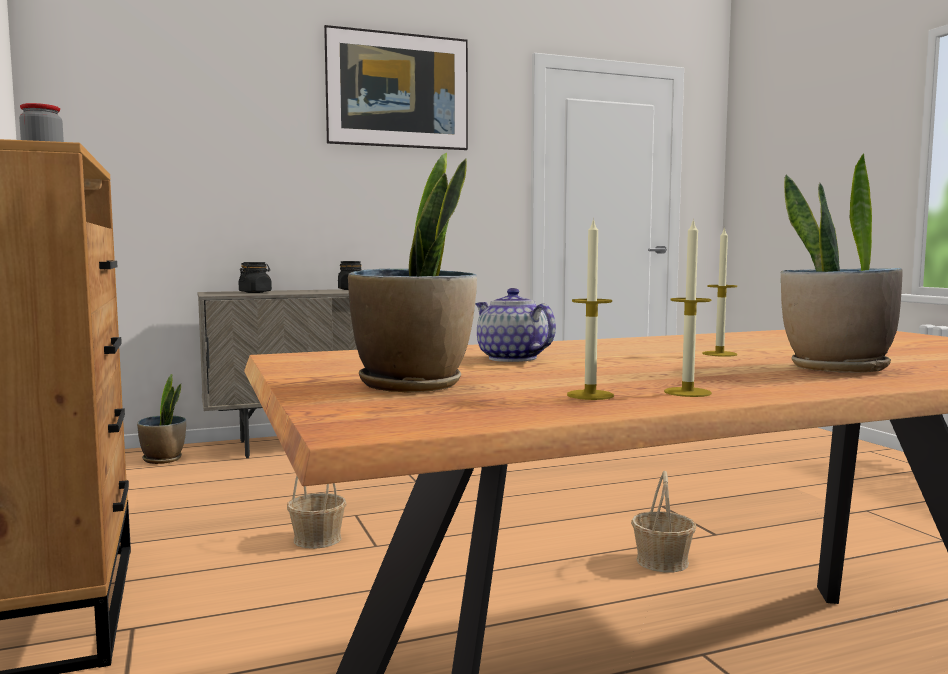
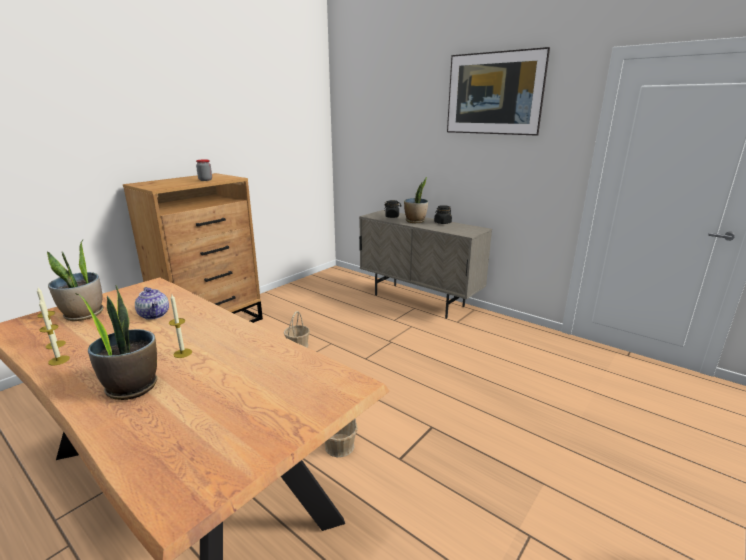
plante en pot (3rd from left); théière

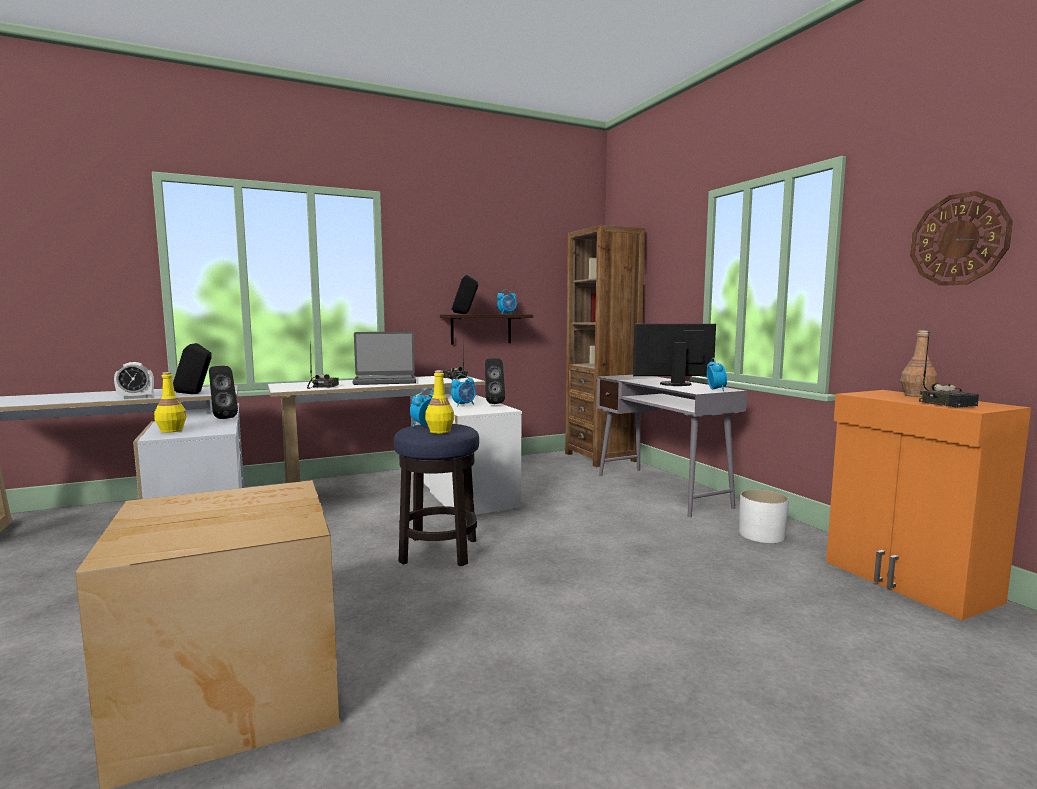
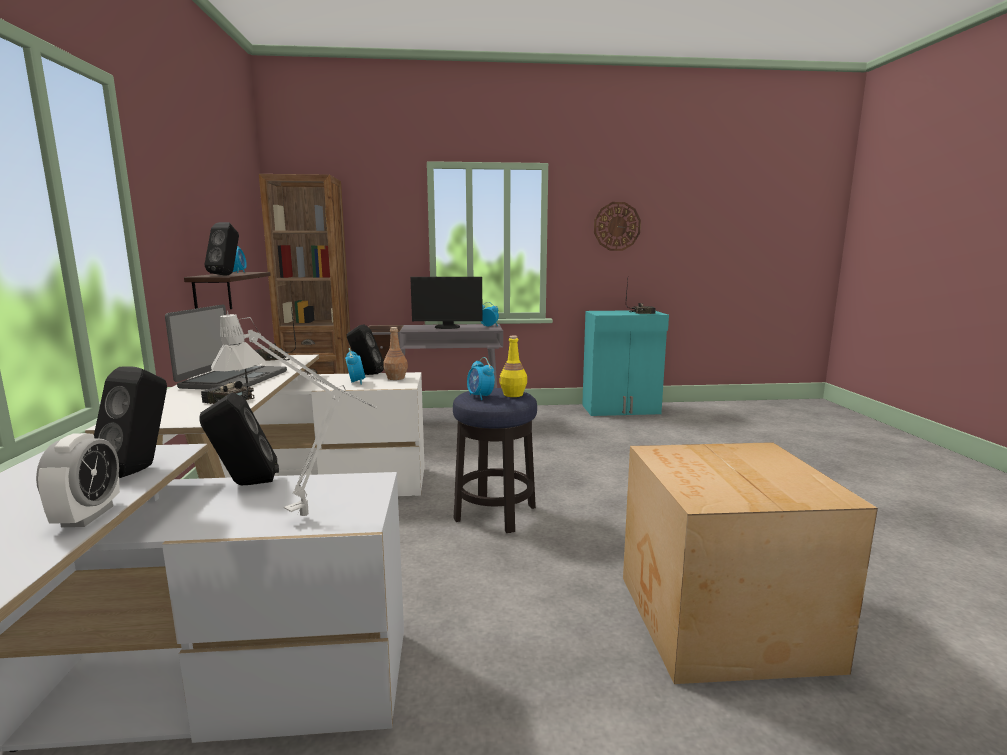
lampe de table [gris]; écran d'ordinateur; cache-pot [blanc]; meuble de rangement [turquoise]; bouteille [marron]

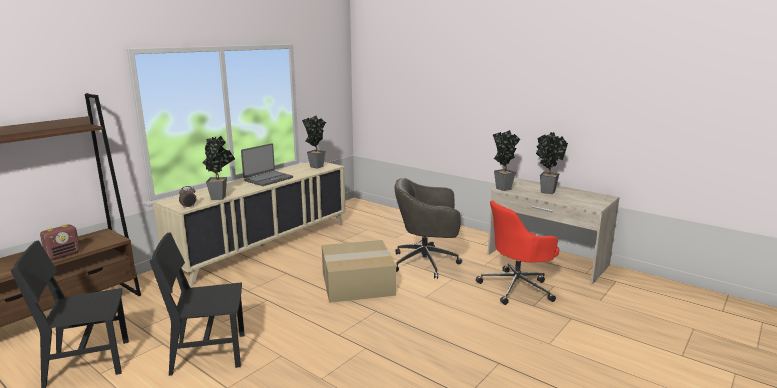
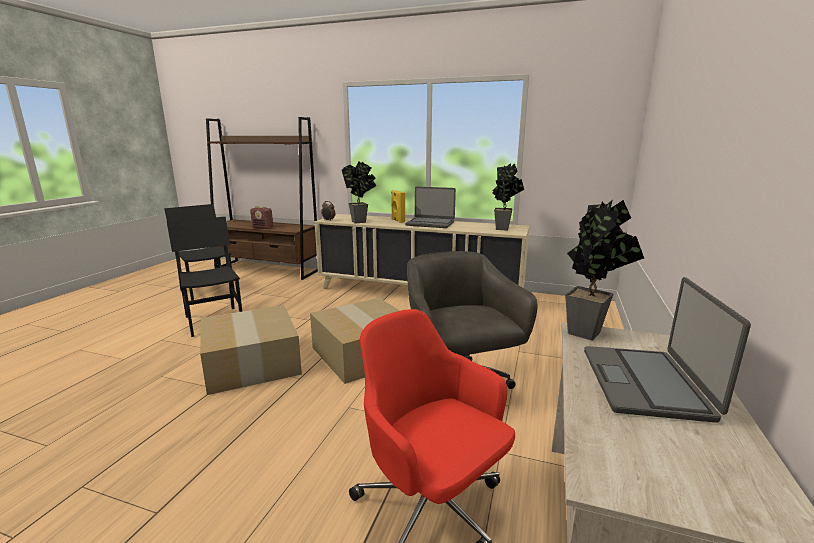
ordinateur portable (2nd from left); carton (1st from left); enceinte [jaune]

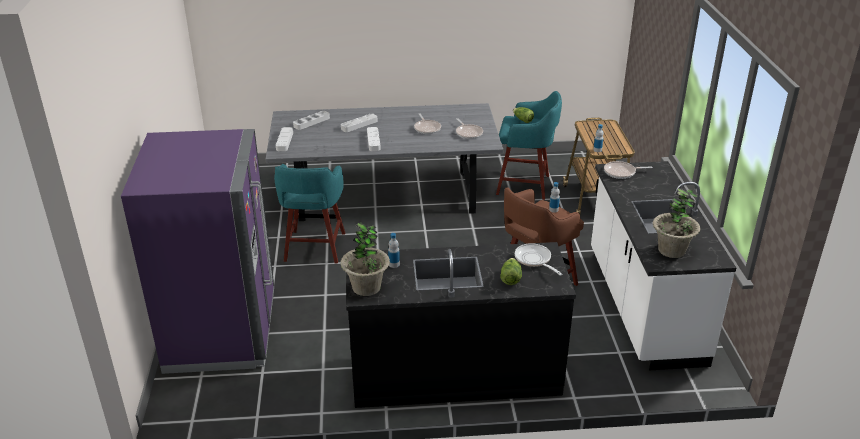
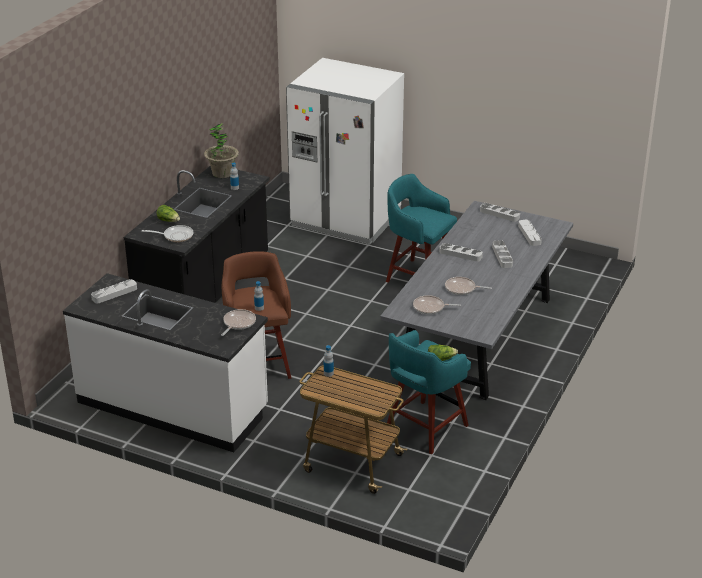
réfrigérateur [blanc]; plateau [gris] (1st from left)

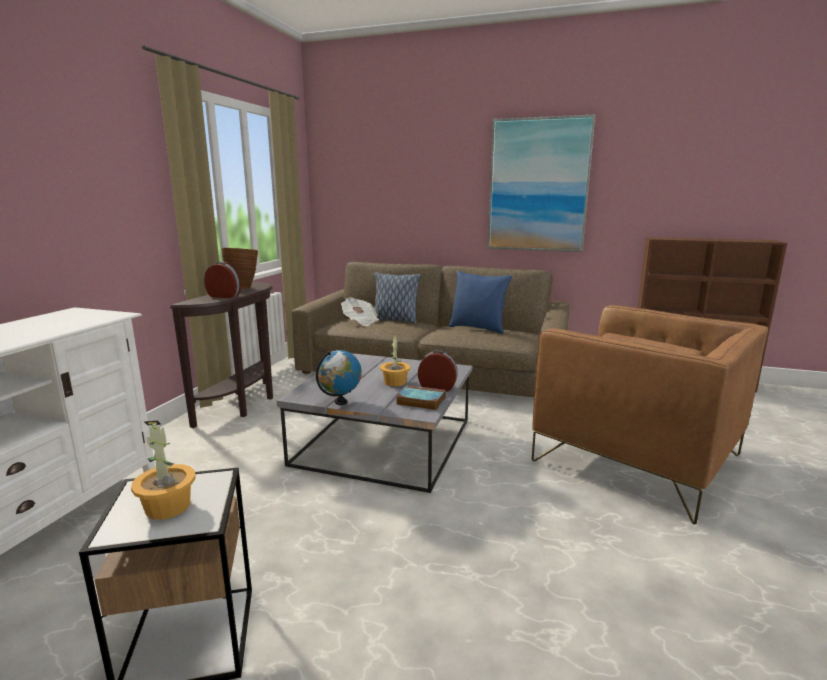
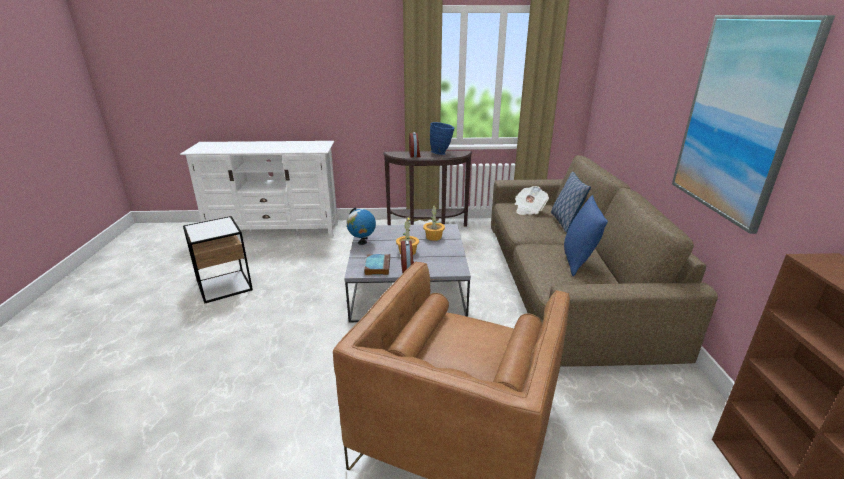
plante en pot (2nd from left); vase [bleu]

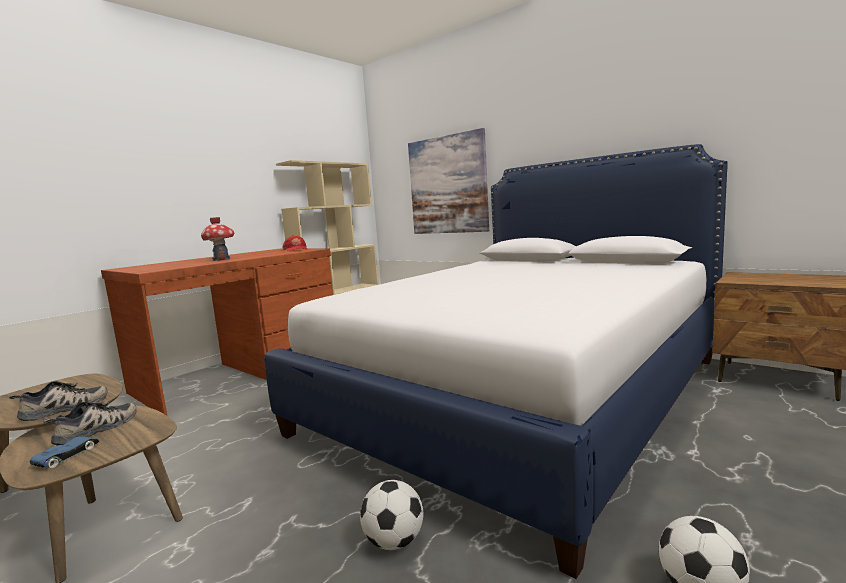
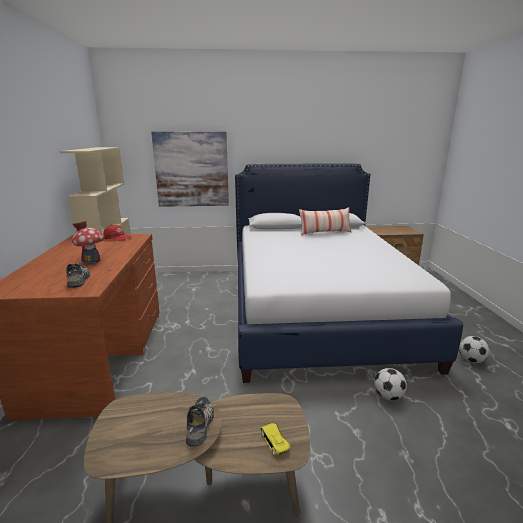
petite voiture [jaune]; chaussure (1st from left); coussin

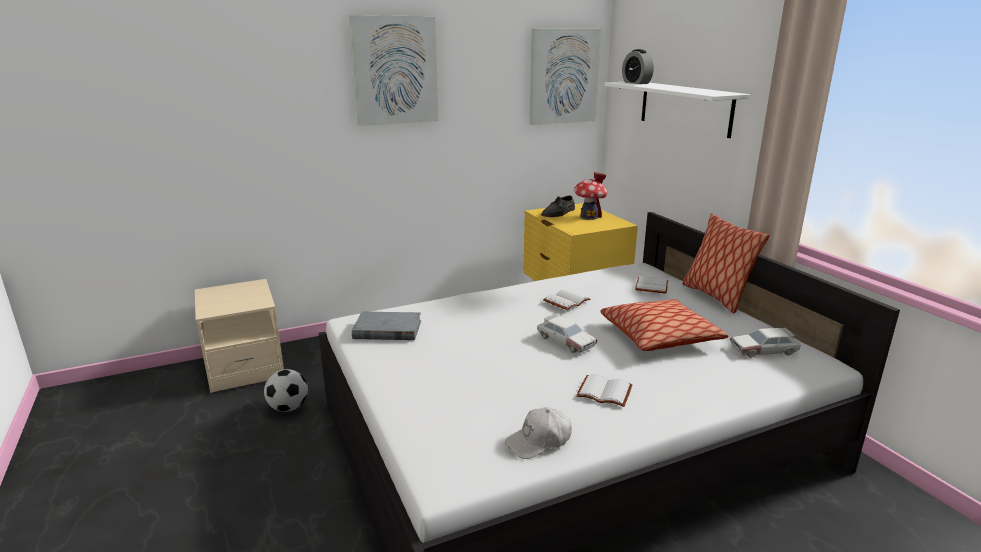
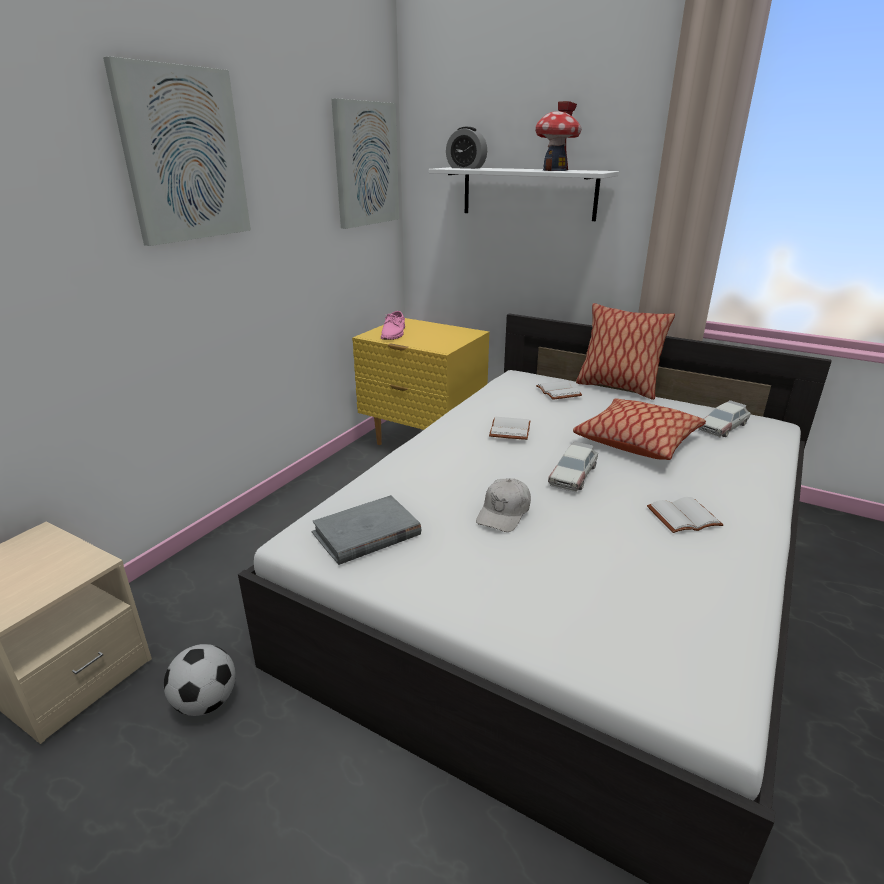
casquette [blanc]; petite voiture (1st from left); chaussure [rose]; maison miniature

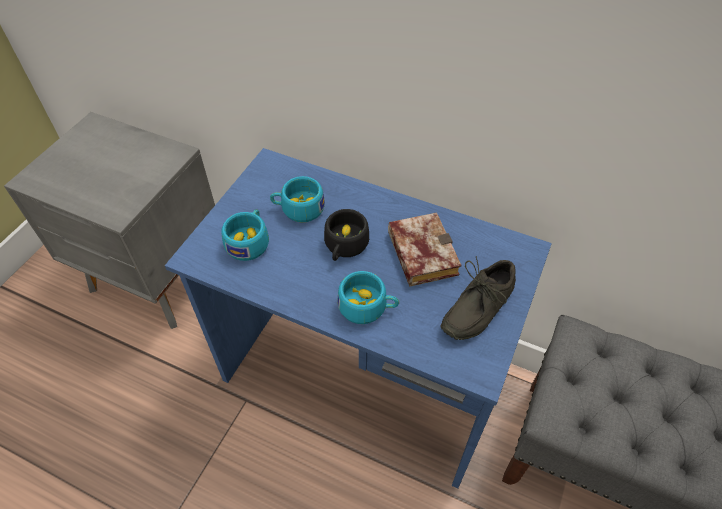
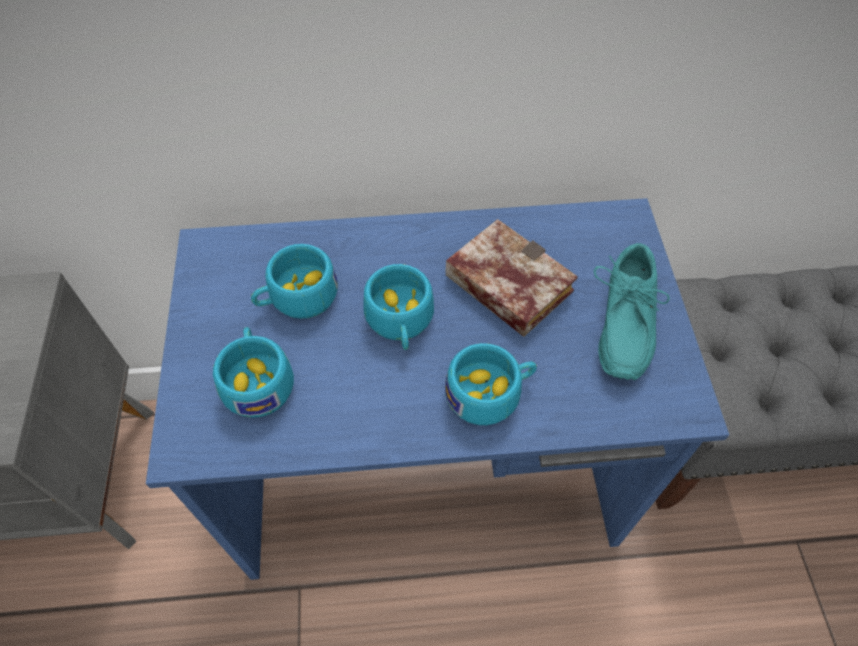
tasse [turquoise] (3rd from left); chaussure [turquoise]

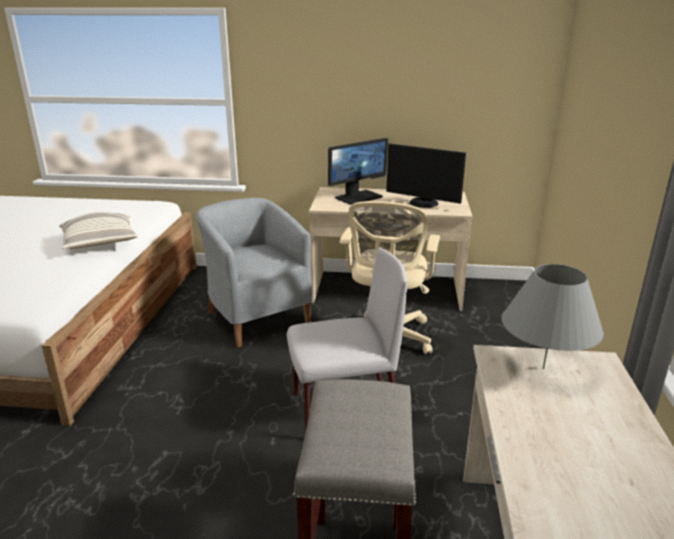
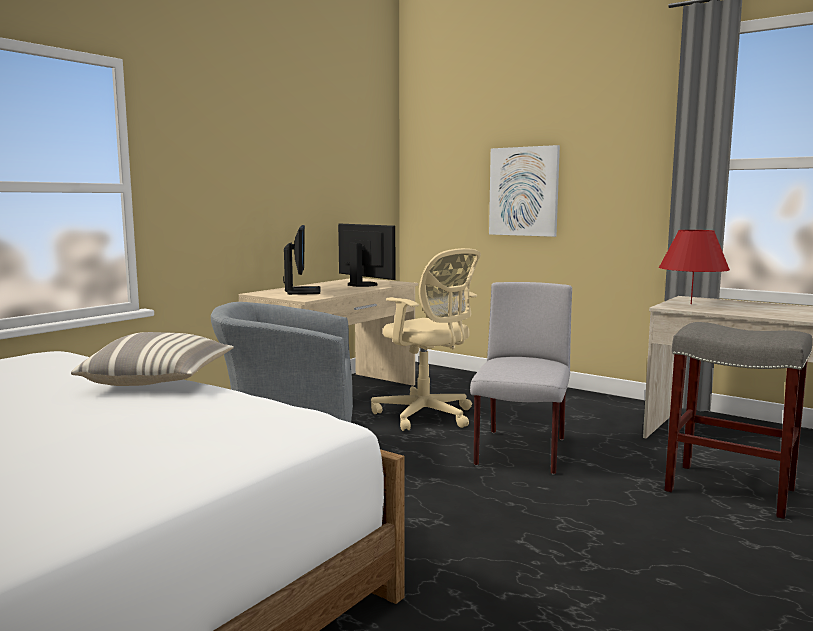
écran d'ordinateur (2nd from left); lampe de table [rouge]; tableau

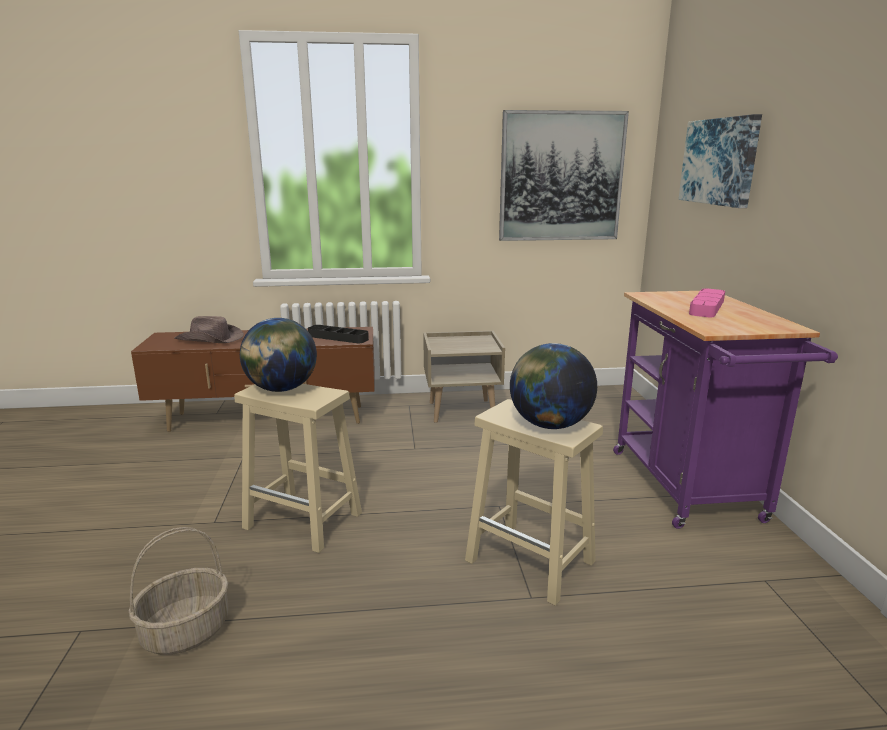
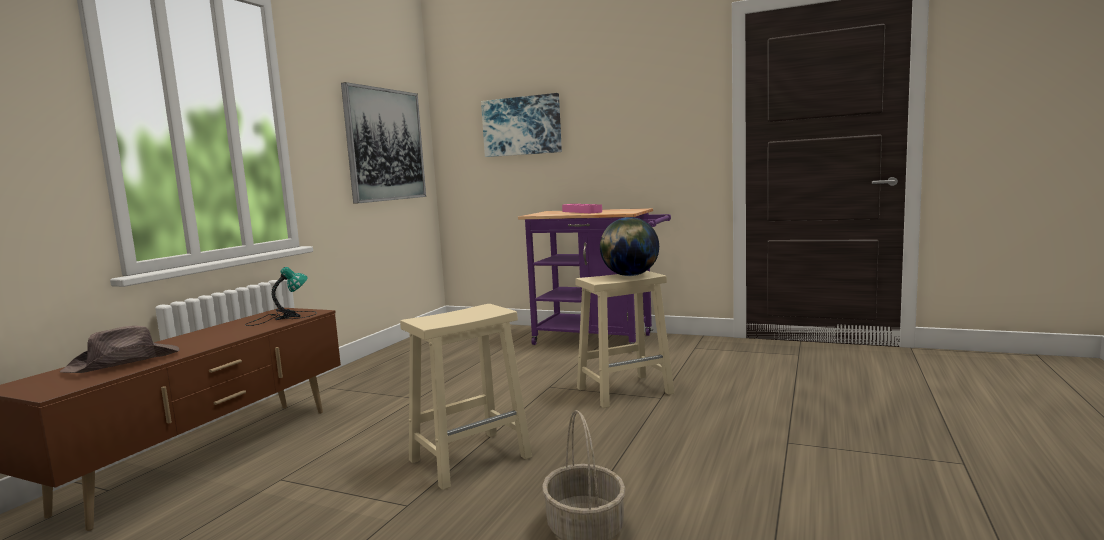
globe (1st from left in the first image); lampe de table; table de chevet [beige]

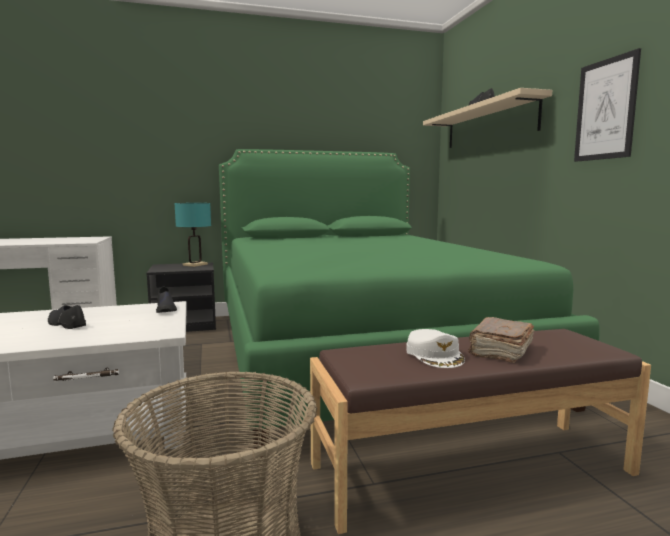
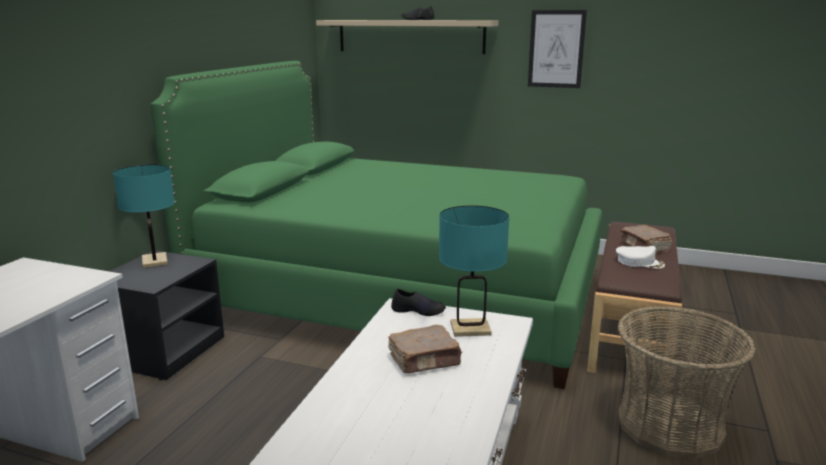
livre [marron] (1st from left); lampe de table [turquoise] (2nd from left)

